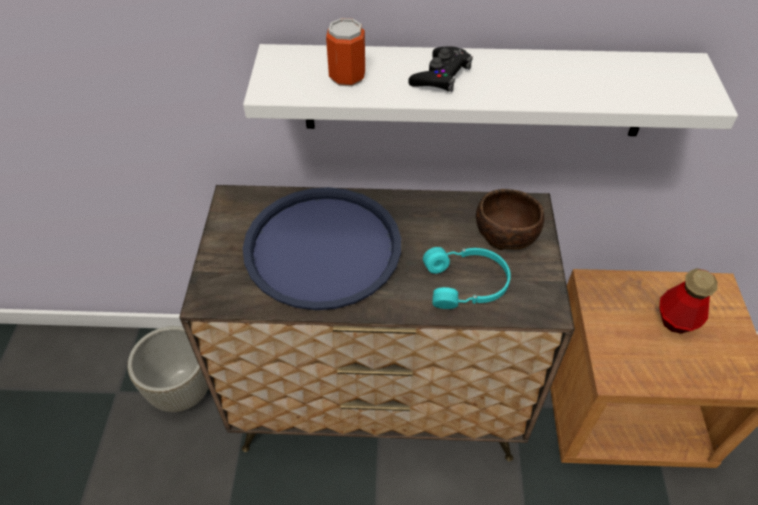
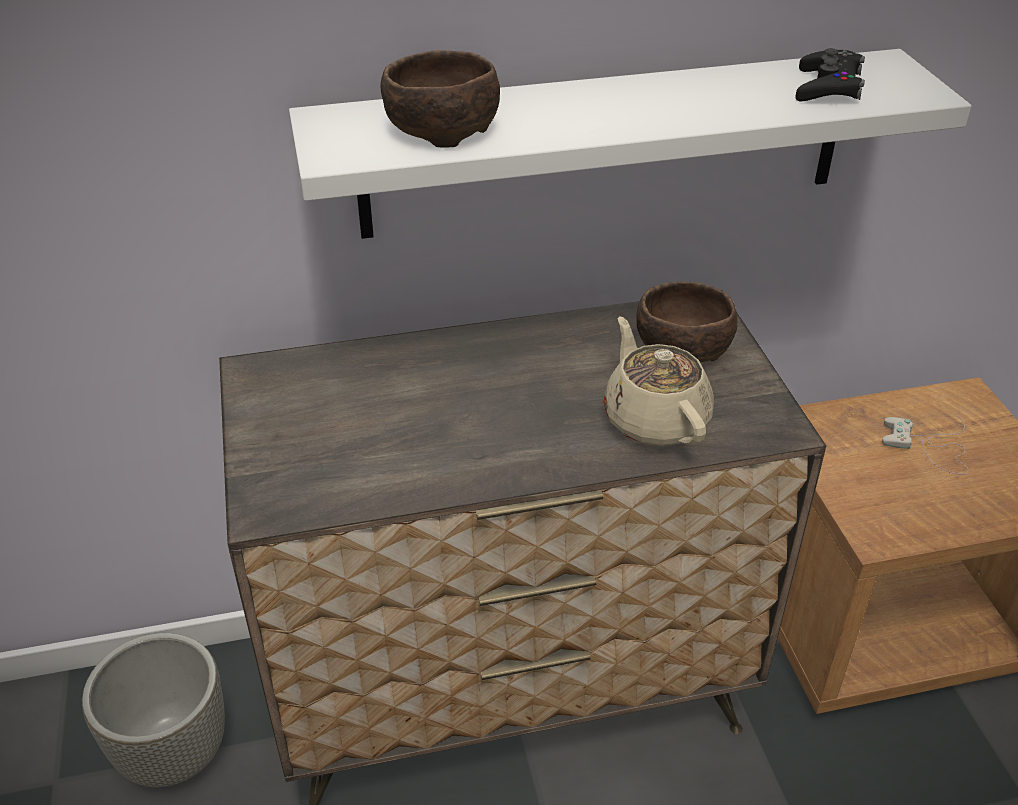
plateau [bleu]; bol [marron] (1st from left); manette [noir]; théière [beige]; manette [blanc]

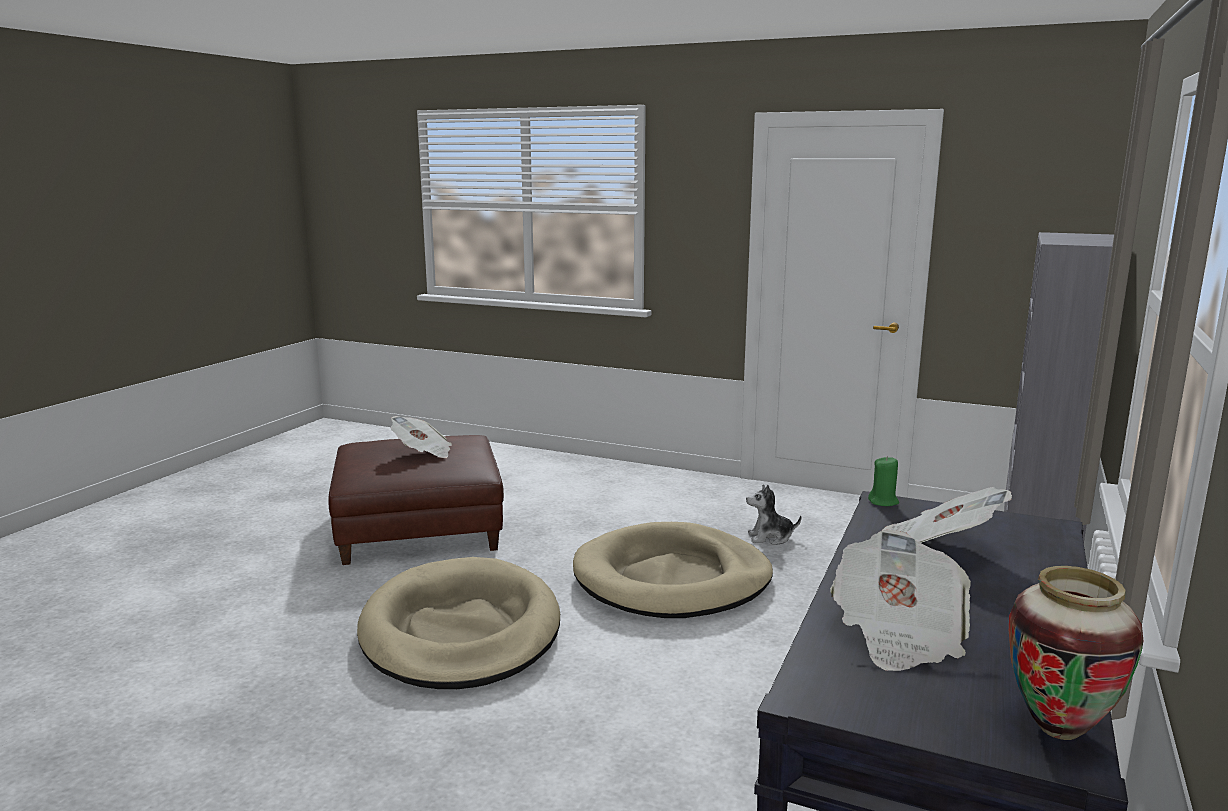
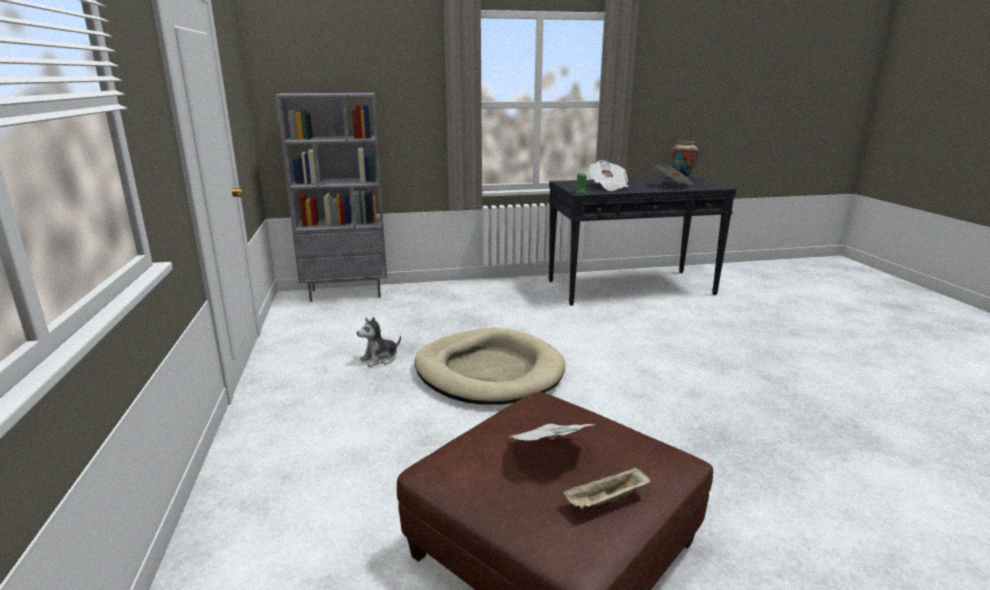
panier pour chien [beige] (1st from left in the first image); peluche; plateau [beige]

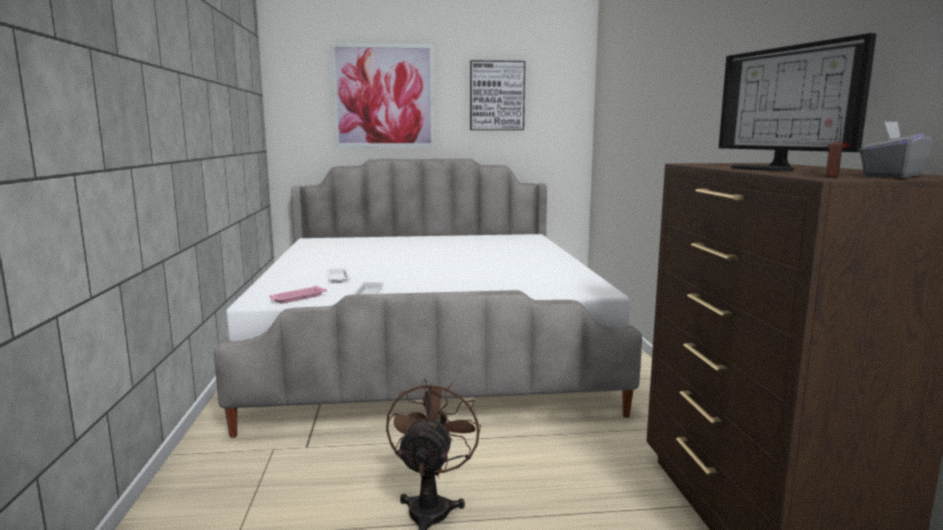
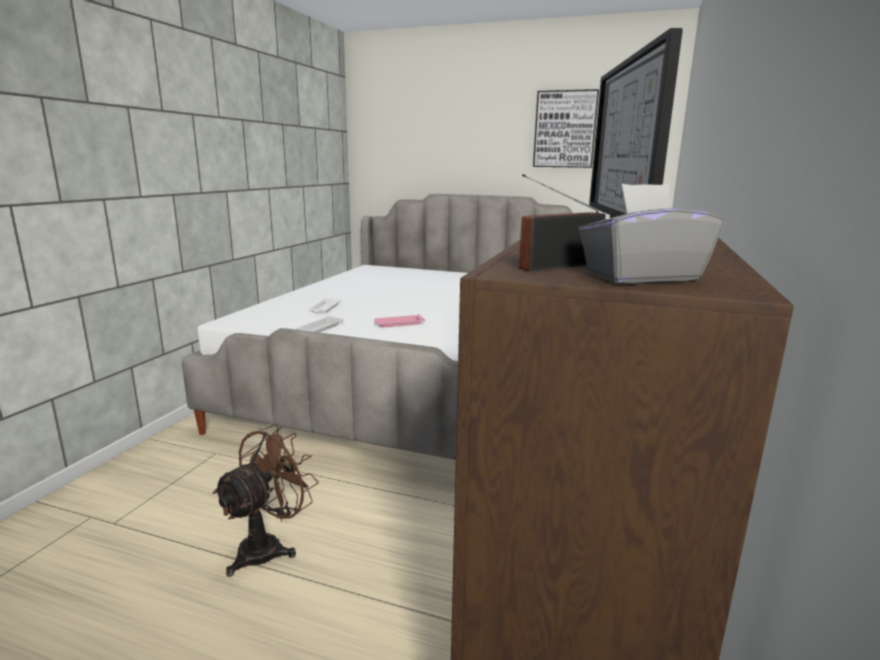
plateau [rose]; tableau (1st from left in the first image)

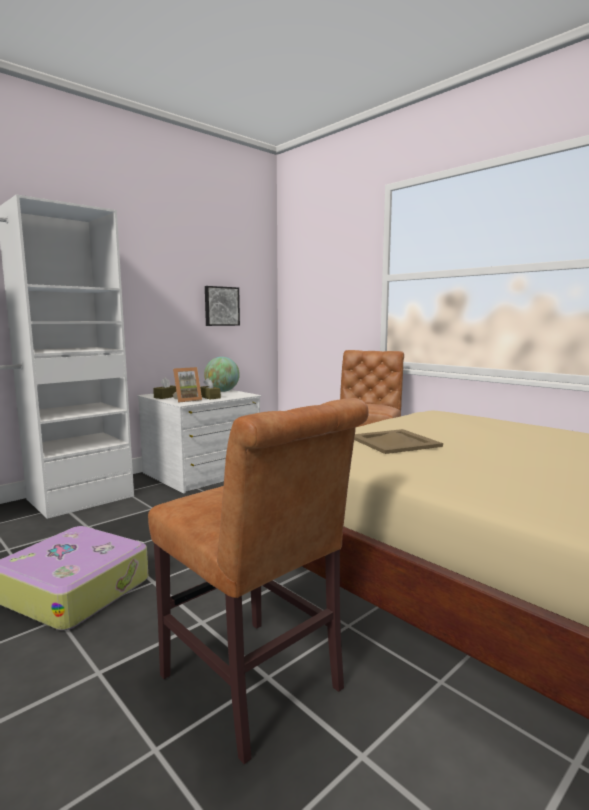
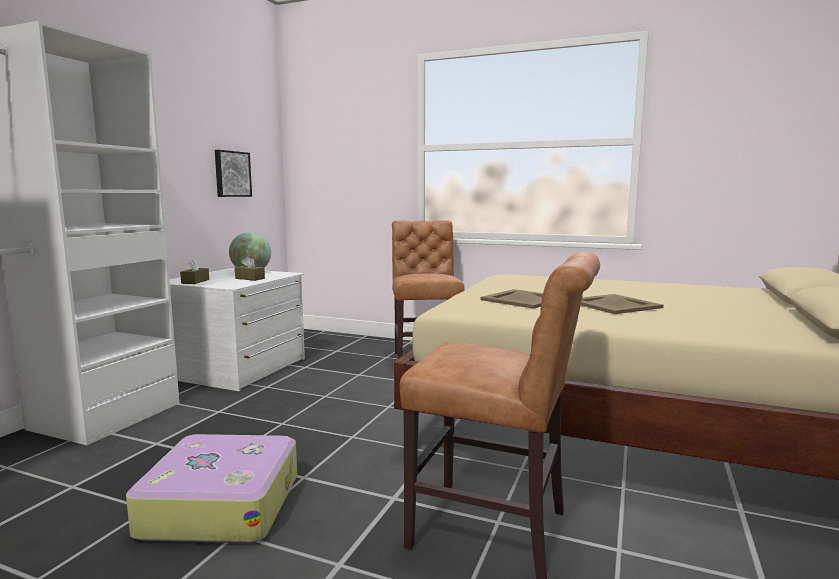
cadre photo; plateau [beige] (2nd from left)

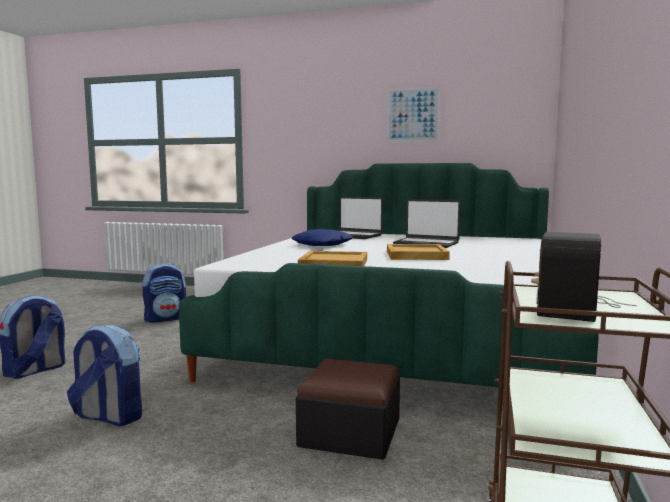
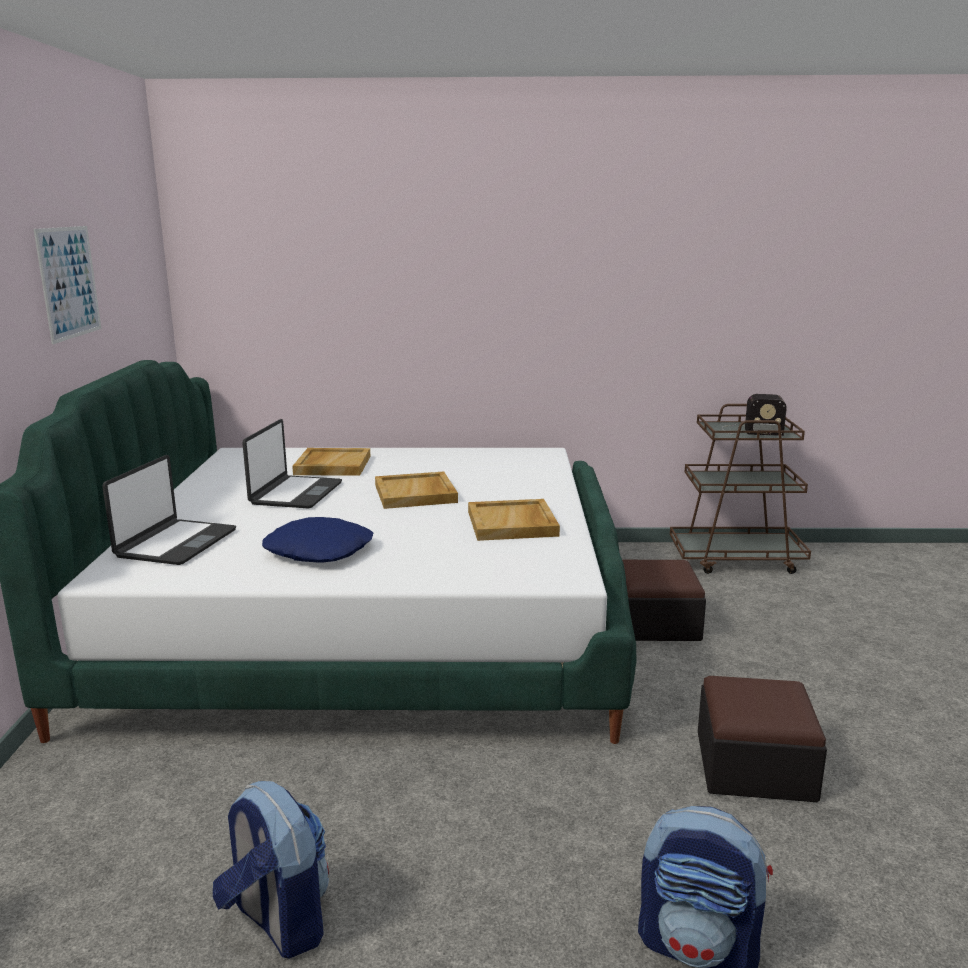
pouf (2nd from left); plateau [beige] (1st from left)

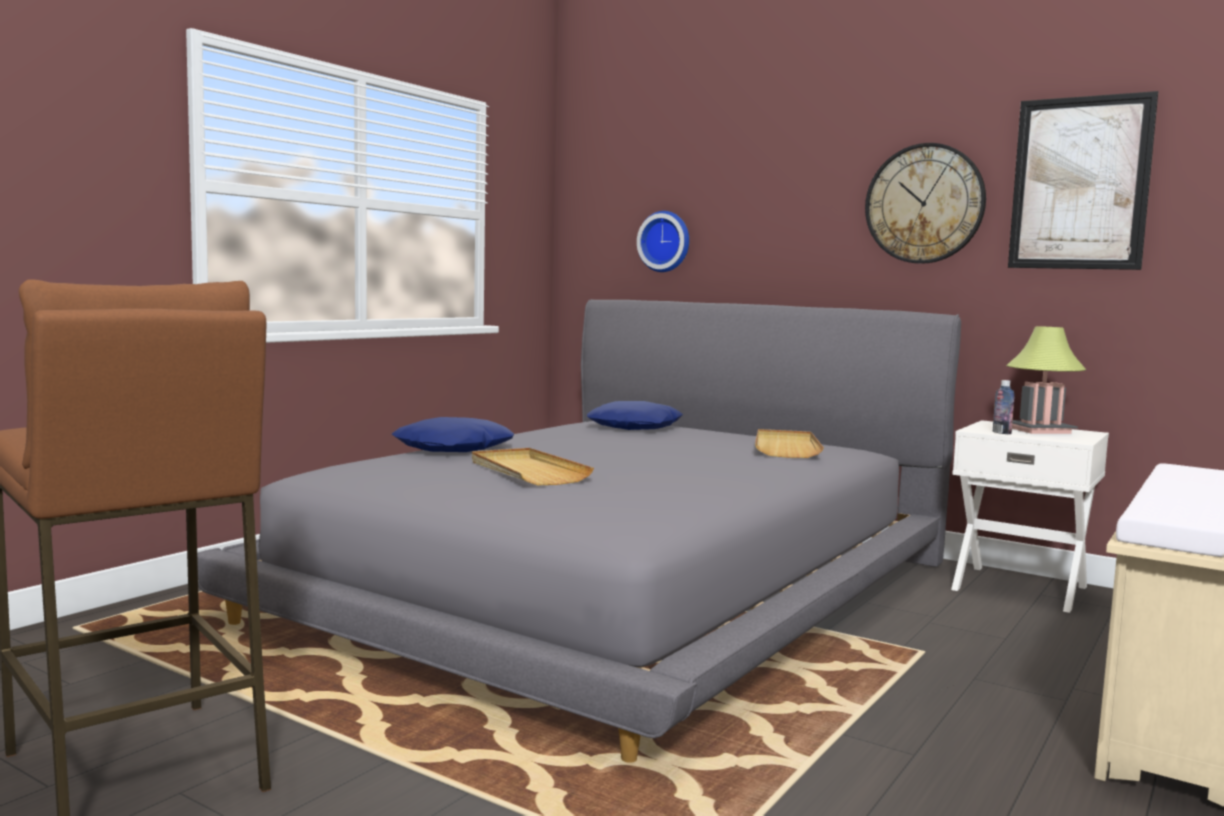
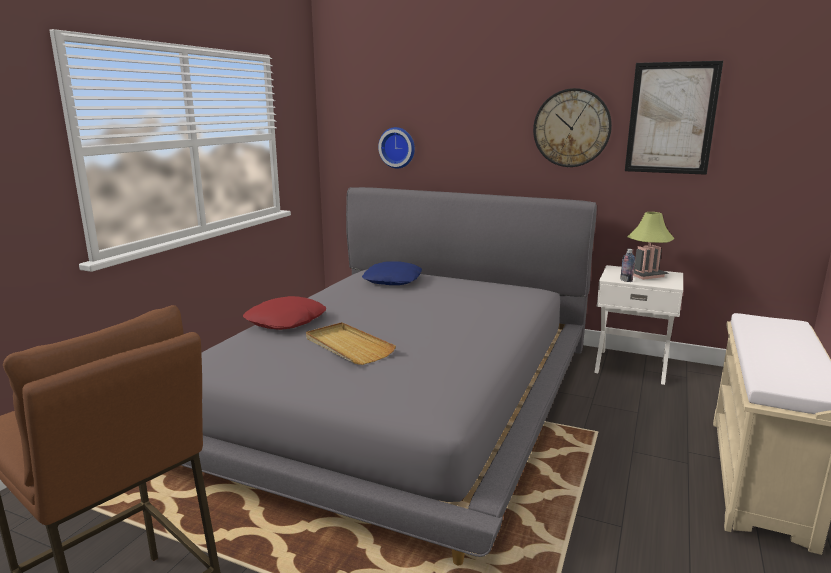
coussin [rouge]; plateau [beige] (2nd from left in the first image)

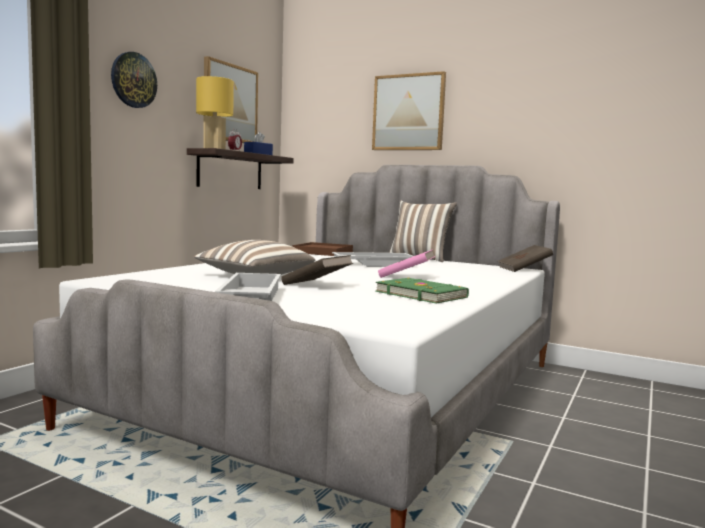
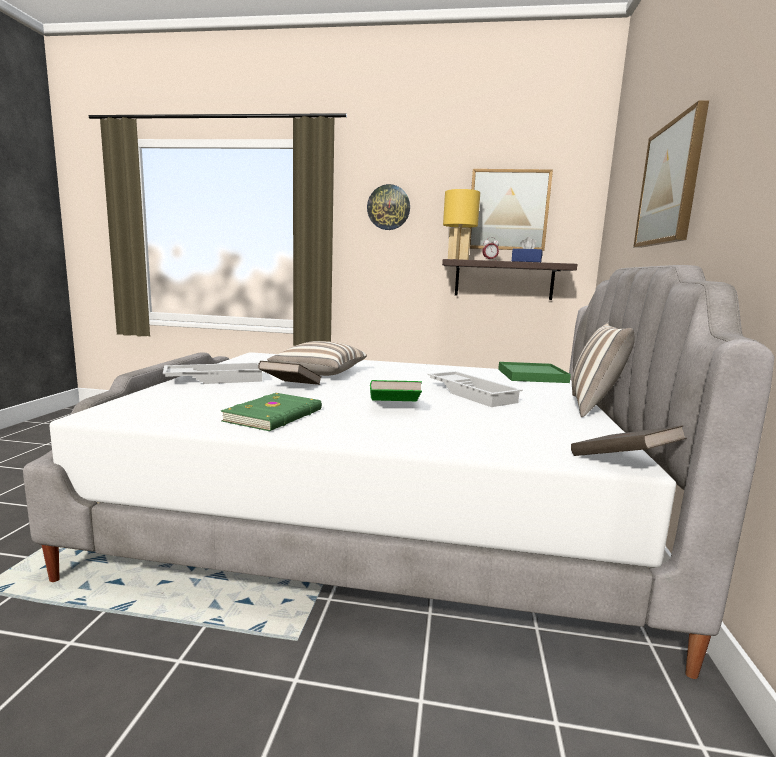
plateau [vert]; livre [vert] (2nd from left)

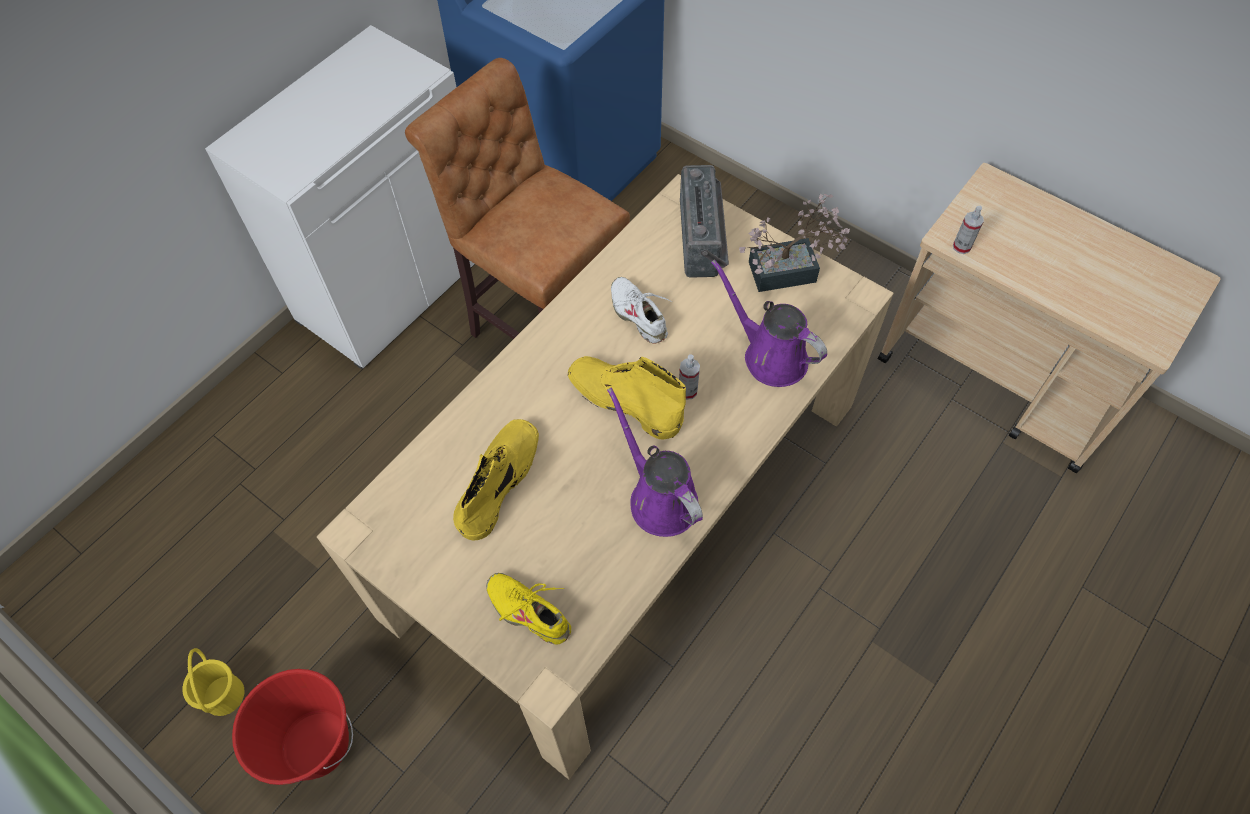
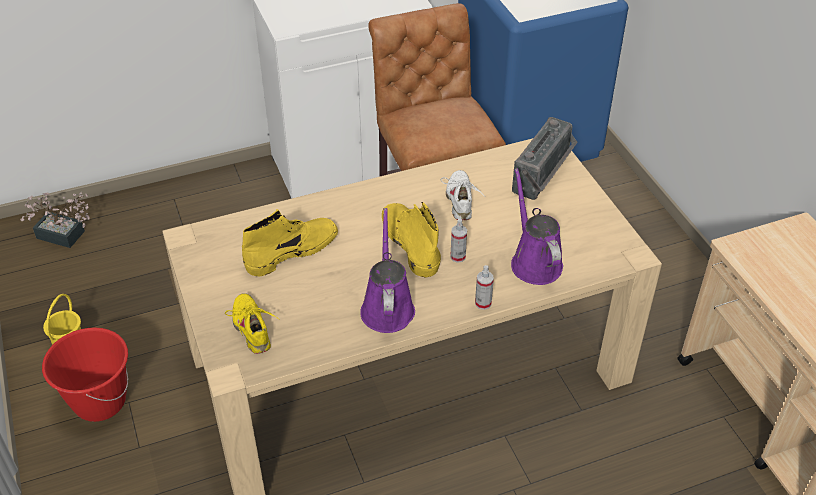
plante en pot; vaporisateur (2nd from left)

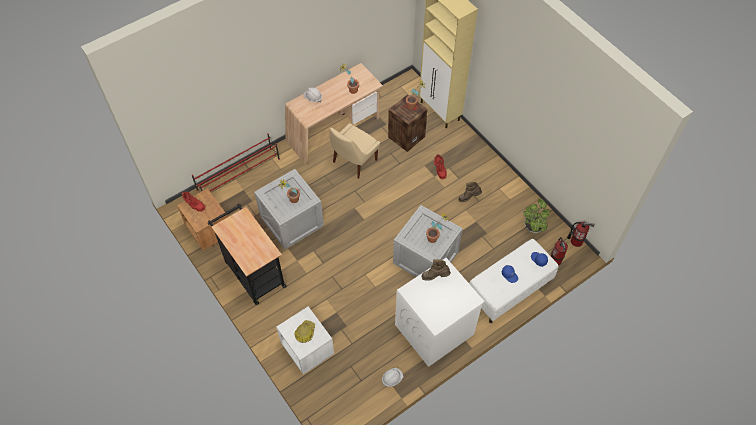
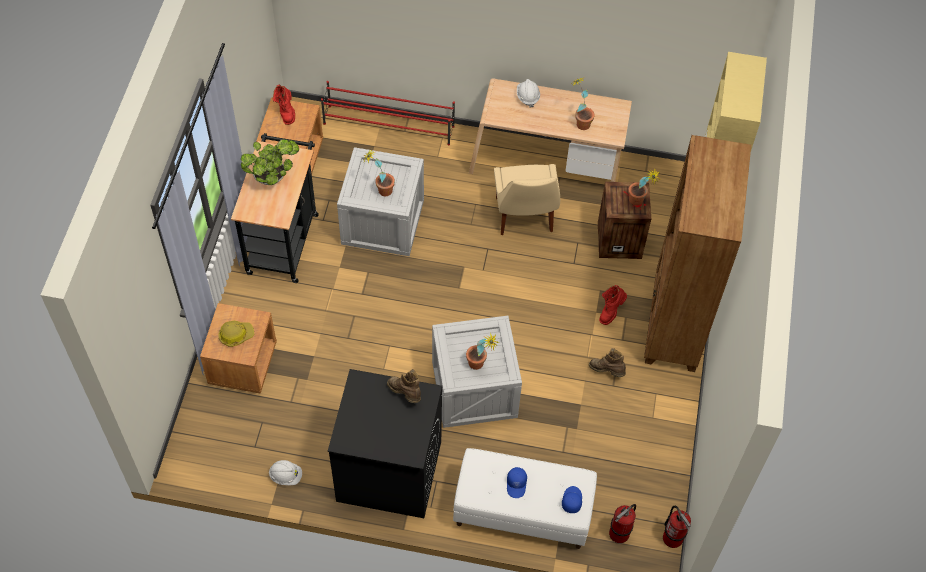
table de chevet [marron] (1st from left); chaise [beige]; lave-linge [noir]; plante en pot (1st from left); bibliothèque [marron]

